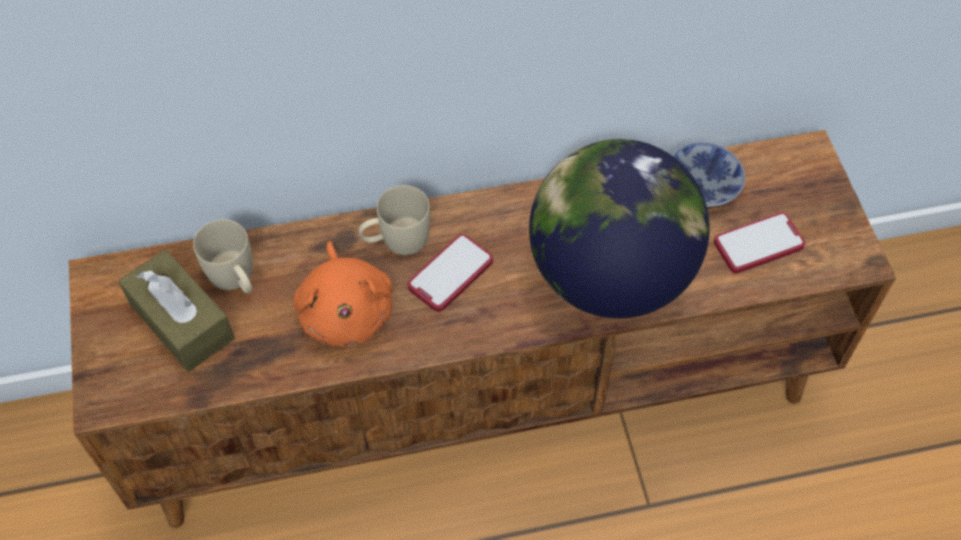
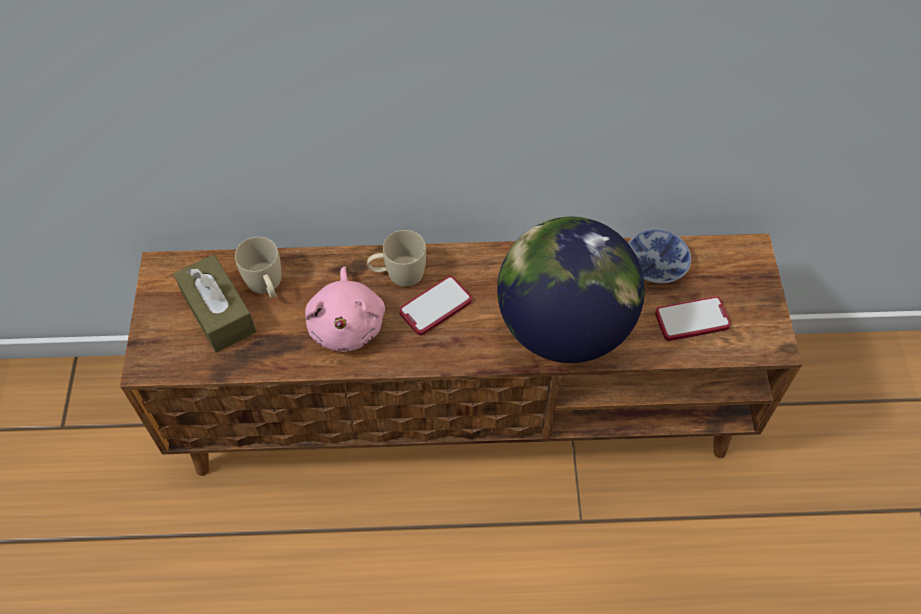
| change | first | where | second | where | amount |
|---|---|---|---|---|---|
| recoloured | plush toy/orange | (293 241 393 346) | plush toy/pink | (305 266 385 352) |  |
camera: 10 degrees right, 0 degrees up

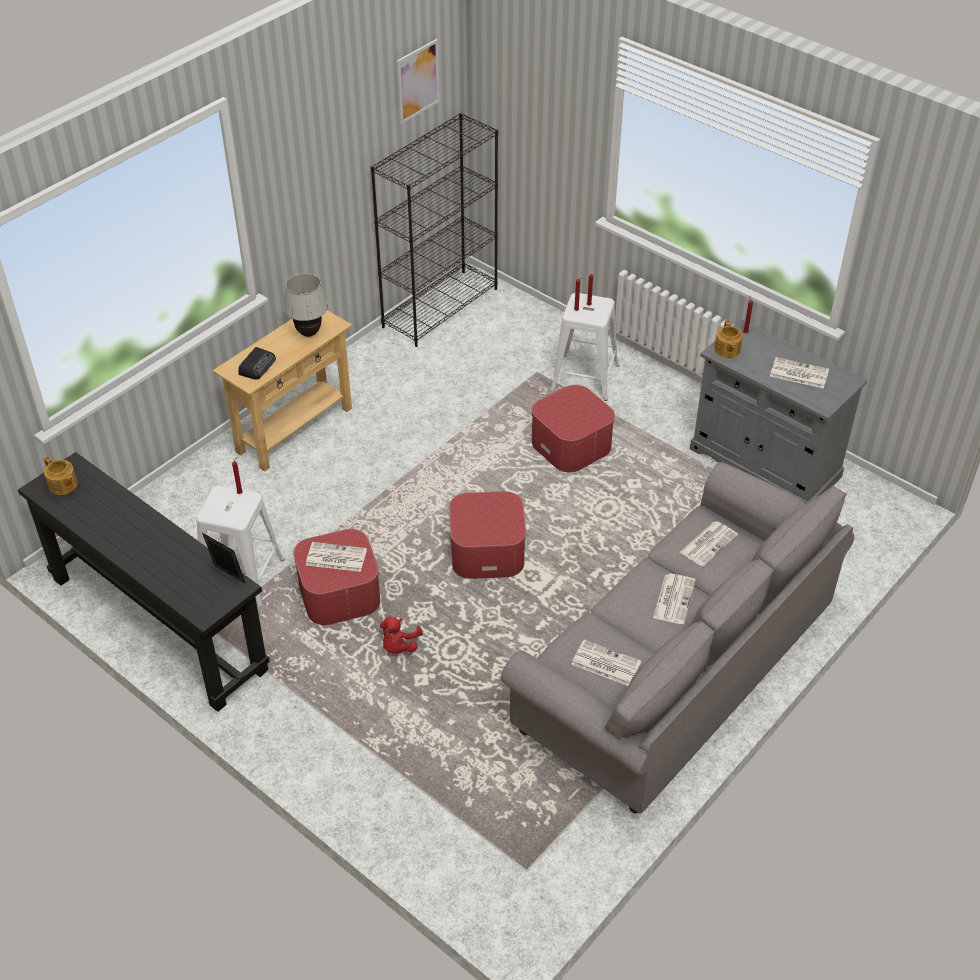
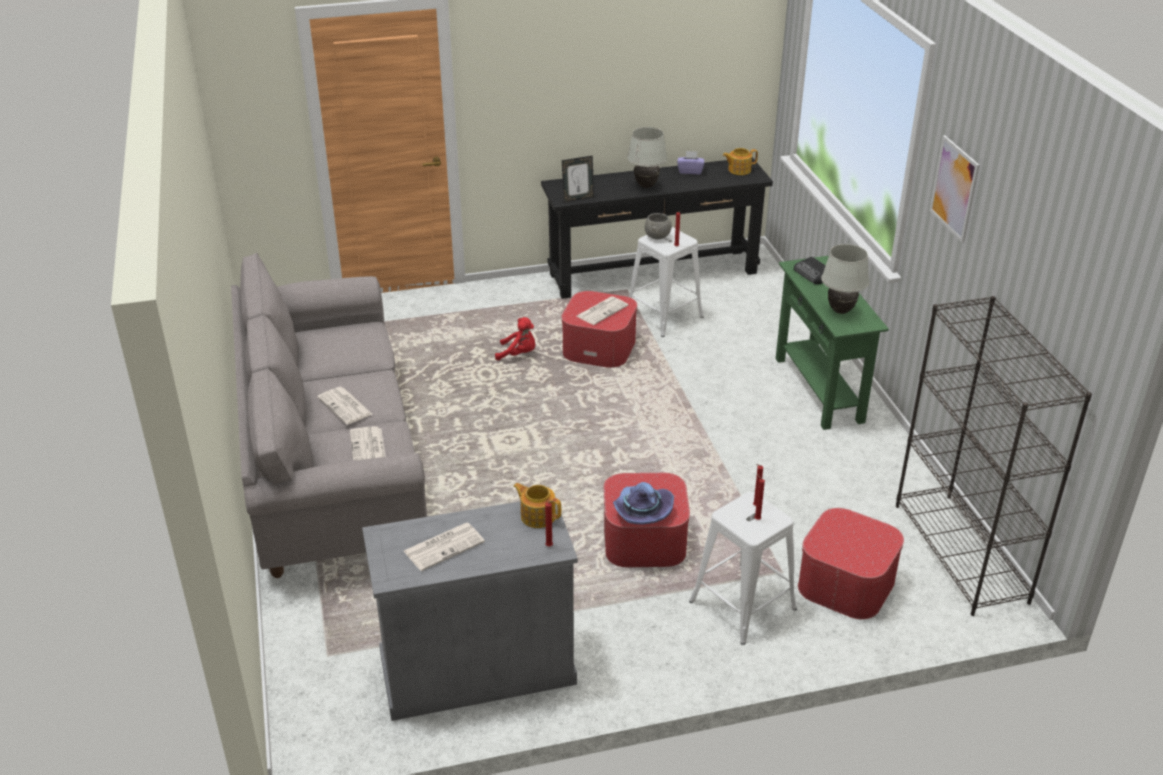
| change | first | where | second | where | amount |
|---|---|---|---|---|---|
| moved | picture | (397 39 440 124) |  | (929 135 980 243) |  |
| recoloured | console table/beige | (213 310 352 472) | console table/green | (776 256 889 430) |  |
| moved | ottoman | (449 491 526 579) |  | (798 508 904 619) |  |
| turned | plush toy/red | (380 617 423 654) |  | (495 317 535 360) | 135 degrees clockwise |
| removed | newspaper | (571 640 641 686) |  |  |  |
| added |  |  | table lamp/white | (627 127 667 188) |  |
| added |  |  | tissue box/purple | (677 151 704 174) |  |
| added |  |  | bowl/grey | (645 213 672 240) |  |
| added |  |  | hat/purple | (613 482 674 525) |  |
camera: 125 degrees right, 10 degrees down

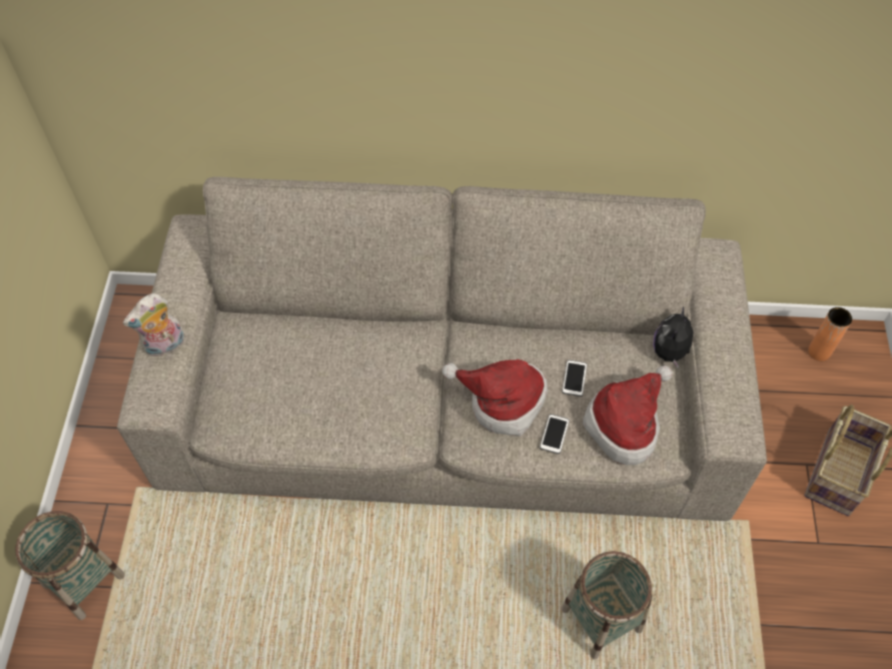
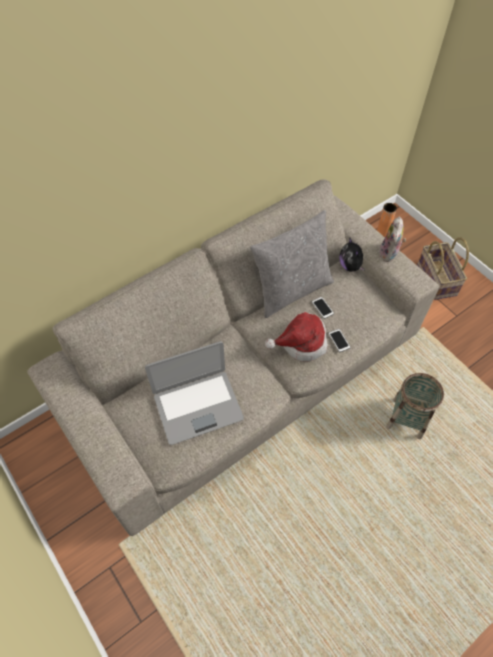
| change | first | where | second | where | amount |
|---|---|---|---|---|---|
| moved | plush toy | (123 293 184 358) |  | (379 217 406 262) |  |
| removed | hat | (583 365 672 465) |  |  |  |
| removed | basket | (15 511 125 620) |  |  |  |
| added |  |  | pillow/grey | (250 210 334 318) |  |
| added |  |  | laptop | (145 341 244 445) |  |
camera: 40 degrees left, 0 degrees up

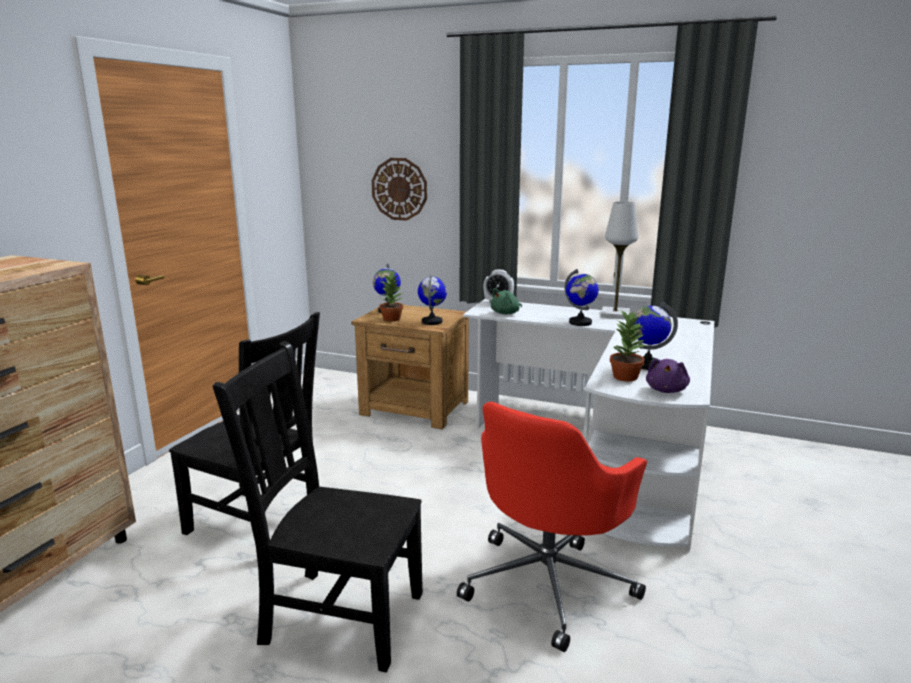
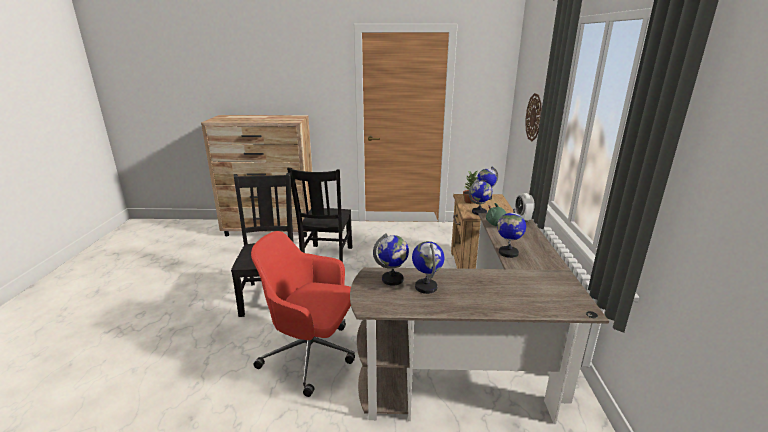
| change | first | where | second | where | amount |
|---|---|---|---|---|---|
| removed | table lamp/white | (601 202 638 319) |  |  |  |
| recoloured | desk/white | (463 299 714 552) | desk/brown | (350 213 609 424) |  |
| replaced | potted plant | (610 309 646 381) | globe | (373 234 409 286) |  |
| removed | plush toy/purple | (646 358 690 393) |  |  |  |
camera: 70 degrees right, 5 degrees up

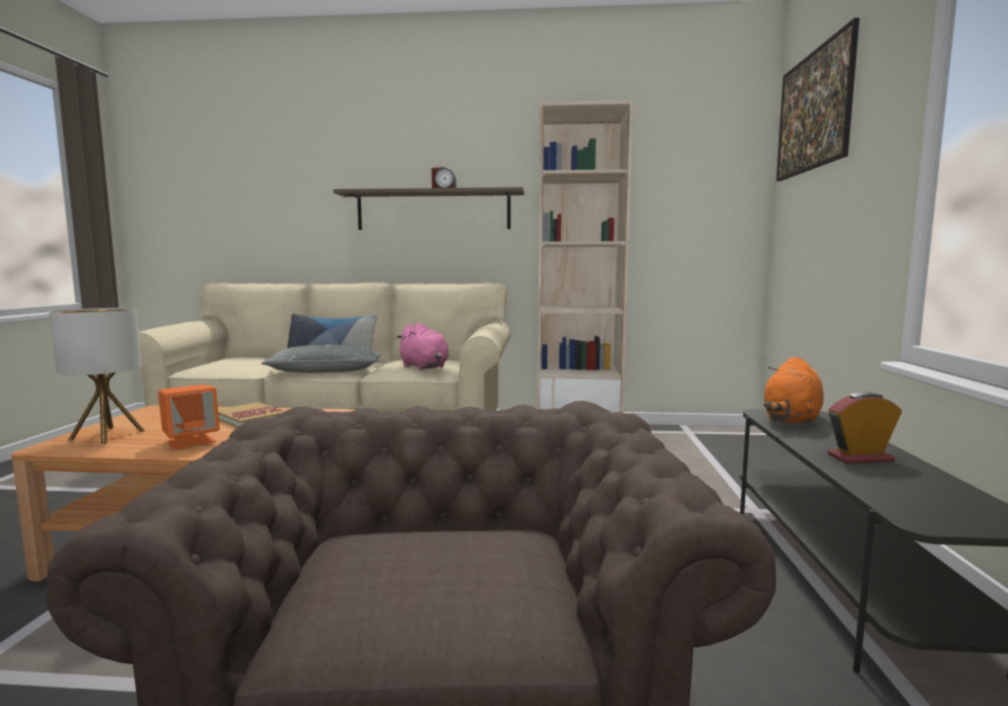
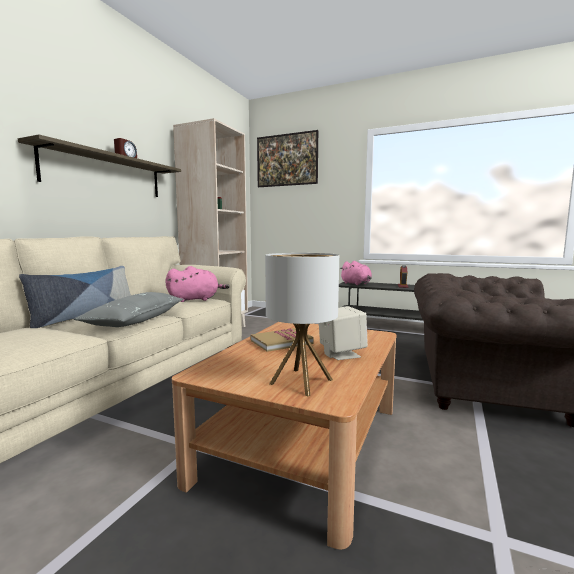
| change | first | where | second | where | amount |
|---|---|---|---|---|---|
| recoloured | plush toy/orange | (764 357 823 426) | plush toy/pink | (340 261 372 285) |  |
| recoloured | speaker/orange | (158 385 220 449) | speaker/beige | (319 306 368 360) |  |
camera: 70 degrees left, 0 degrees up

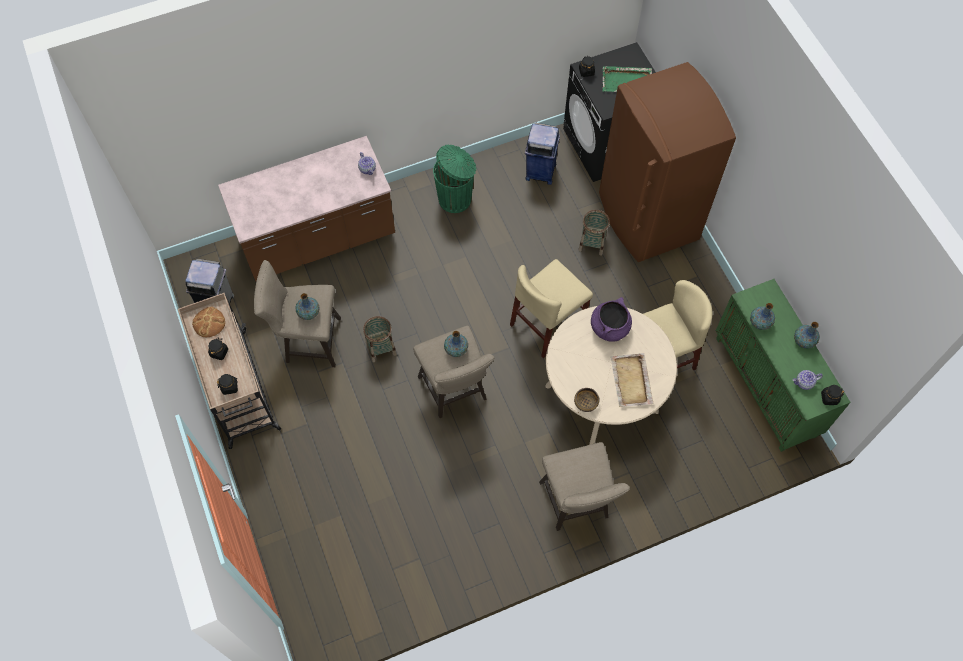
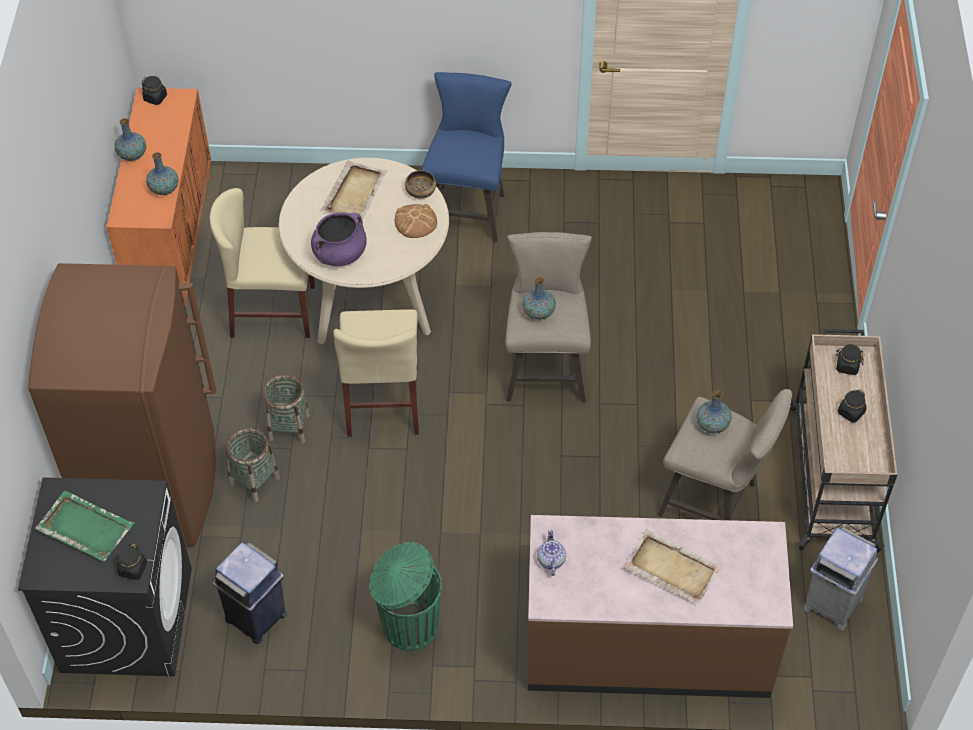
| change | first | where | second | where | amount |
|---|---|---|---|---|---|
| turned | chair/beige | (510 259 593 358) |  | (333 309 419 437) | 105 degrees clockwise |
| recoloured | cabinet/green | (716 279 851 452) | cabinet/orange | (107 88 211 307) |  |
| moved | bread | (192 307 225 337) |  | (395 204 437 238) |  |
| moved | basket | (363 316 397 362) |  | (263 374 310 444) |  |
| removed | teapot | (793 370 823 390) |  |  |  |
| recoloured | stool/beige | (539 442 630 531) | stool/blue | (421 72 512 242) |  |
| added |  |  | tray/beige | (623 529 722 604) |  |
camera: 155 degrees left, 10 degrees down

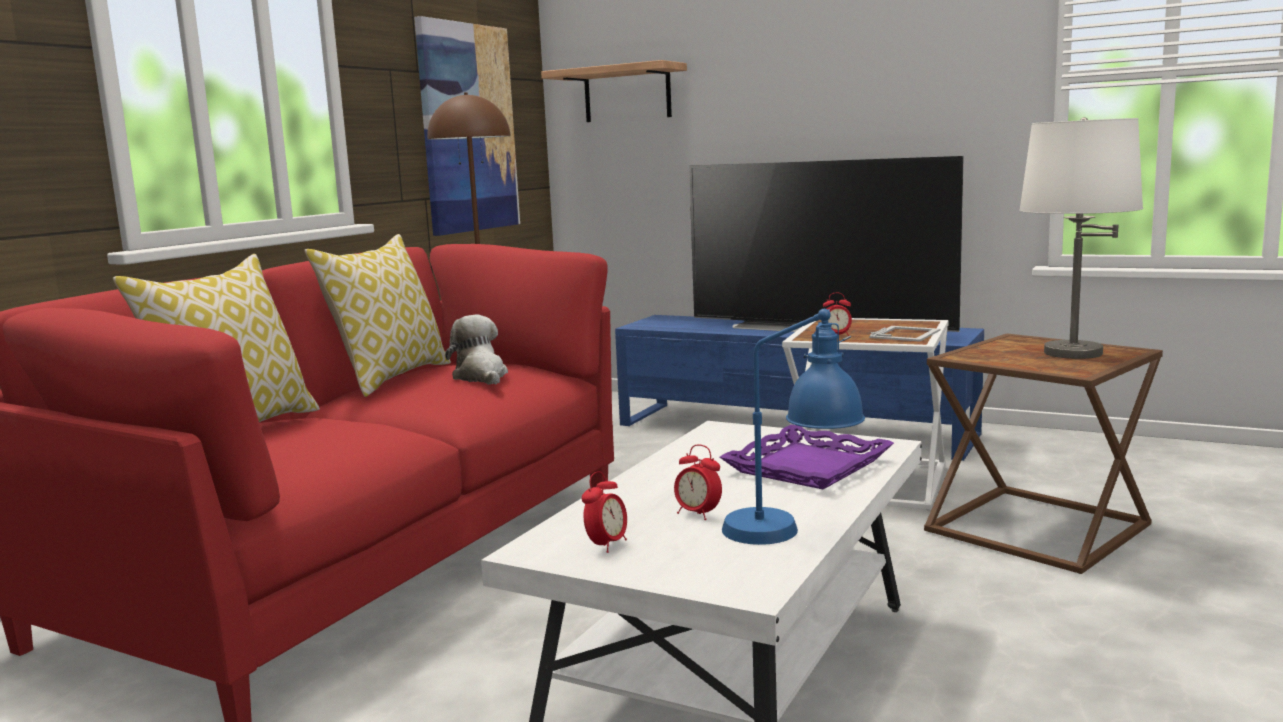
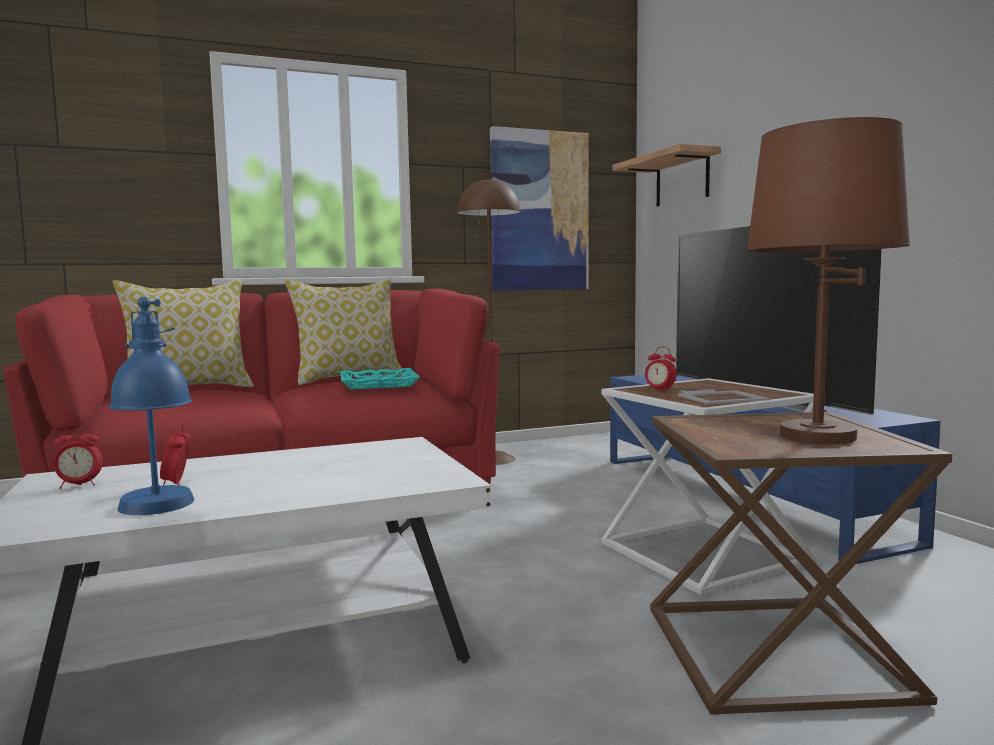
| change | first | where | second | where | amount |
|---|---|---|---|---|---|
| recoloured | table lamp/white | (1019 117 1143 359) | table lamp/brown | (747 117 910 444) |  |
| replaced | plush toy | (445 315 508 385) | tray/turquoise | (340 368 420 389) |  |
| removed | tray/purple | (720 424 894 489) |  |  |  |
camera: 40 degrees right, 5 degrees down

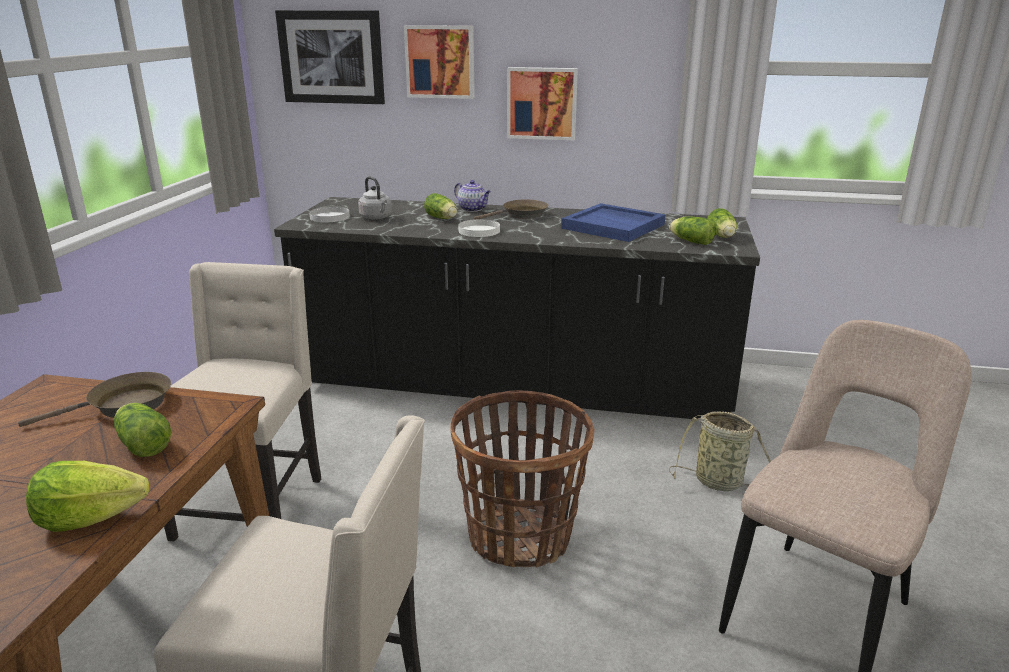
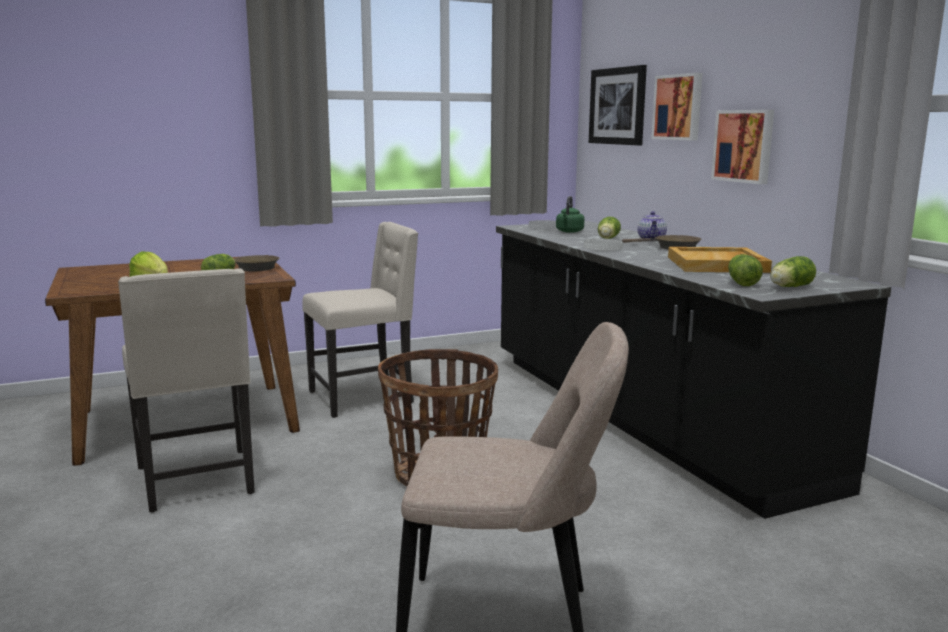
| change | first | where | second | where | amount |
|---|---|---|---|---|---|
| recoloured | kettle/grey | (358 176 392 220) | kettle/green | (556 196 585 233) |  |
| recoloured | tray/blue | (561 203 666 242) | tray/beige | (668 247 772 273) |  |
| removed | basket | (669 411 771 491) |  |  |  |
camera: 55 degrees right, 10 degrees down

